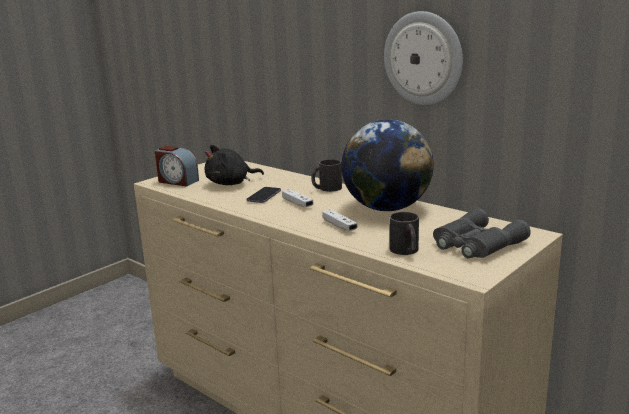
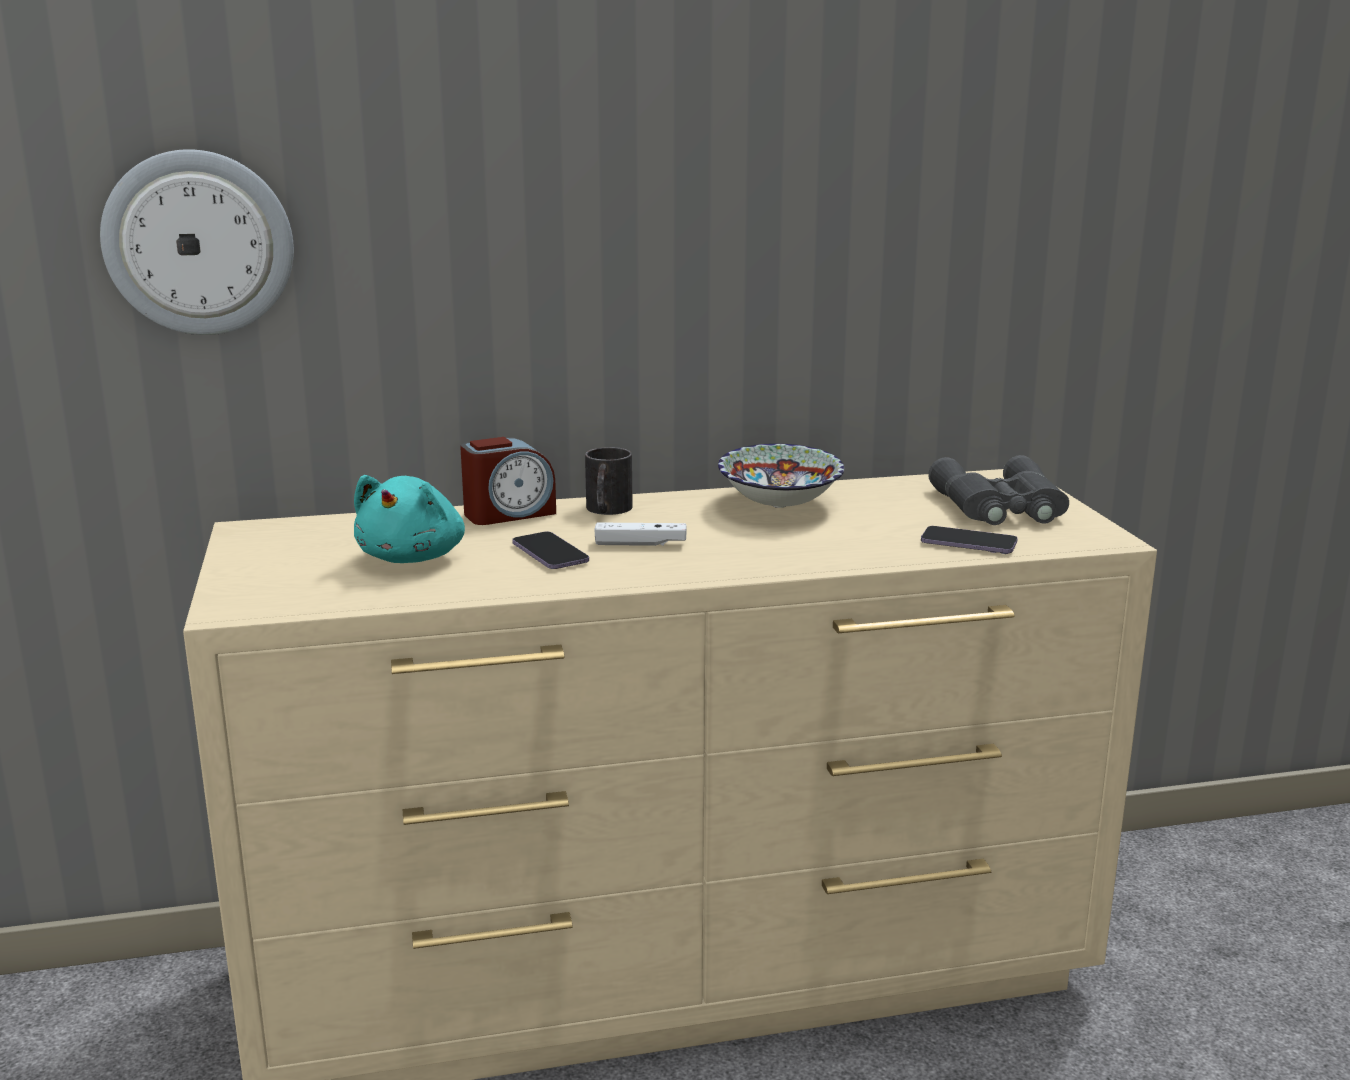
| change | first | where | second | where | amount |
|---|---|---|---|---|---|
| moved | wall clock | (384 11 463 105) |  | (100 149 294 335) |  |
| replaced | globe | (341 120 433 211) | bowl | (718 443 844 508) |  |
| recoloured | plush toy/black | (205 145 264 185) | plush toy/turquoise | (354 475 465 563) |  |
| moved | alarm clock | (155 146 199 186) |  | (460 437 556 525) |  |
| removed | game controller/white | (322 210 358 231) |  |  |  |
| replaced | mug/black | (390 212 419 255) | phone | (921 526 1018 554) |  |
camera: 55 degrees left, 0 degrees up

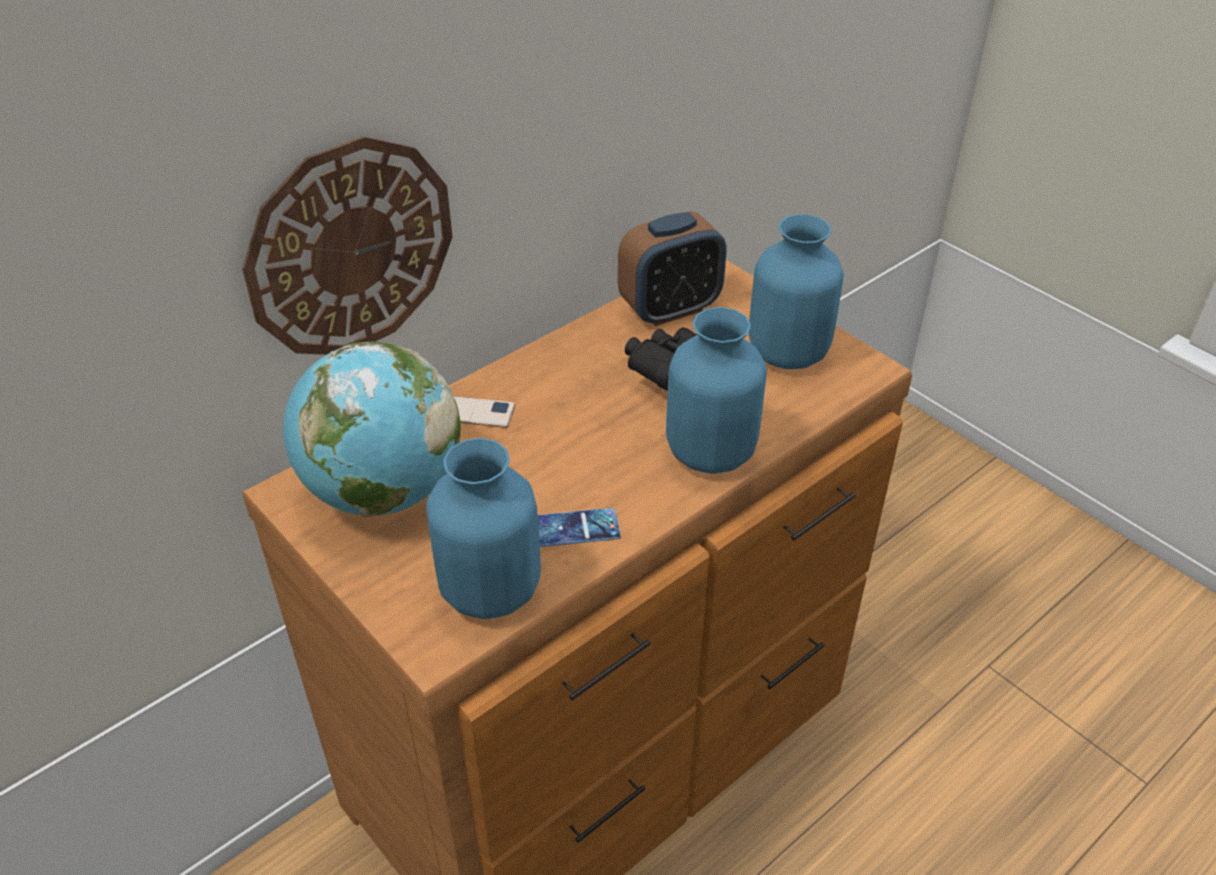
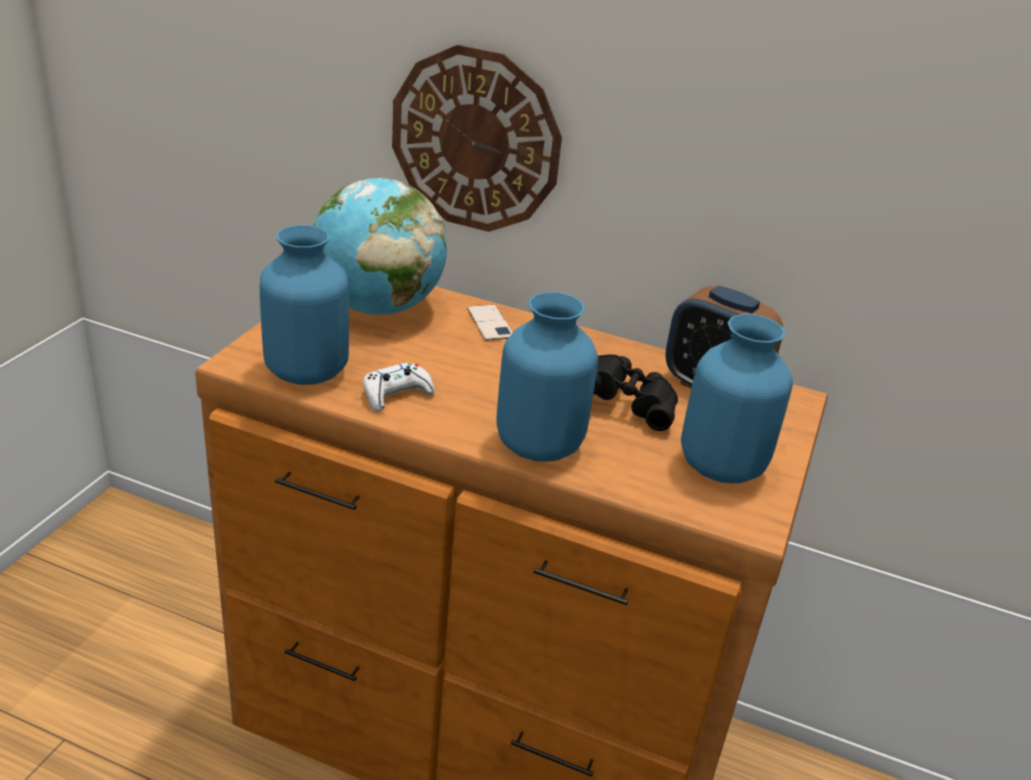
| change | first | where | second | where | amount |
|---|---|---|---|---|---|
| replaced | phone | (538 508 621 547) | game controller/white | (363 362 435 412) |  |
camera: 60 degrees right, 10 degrees down

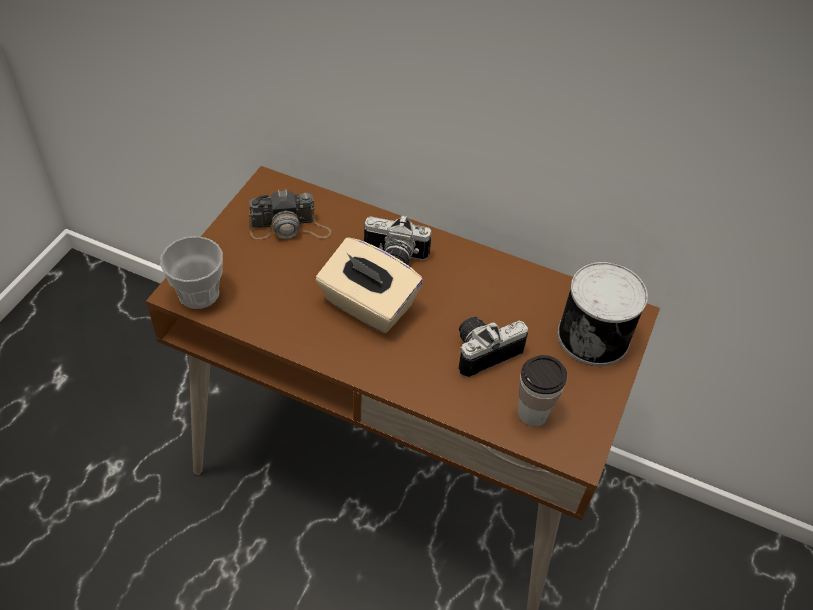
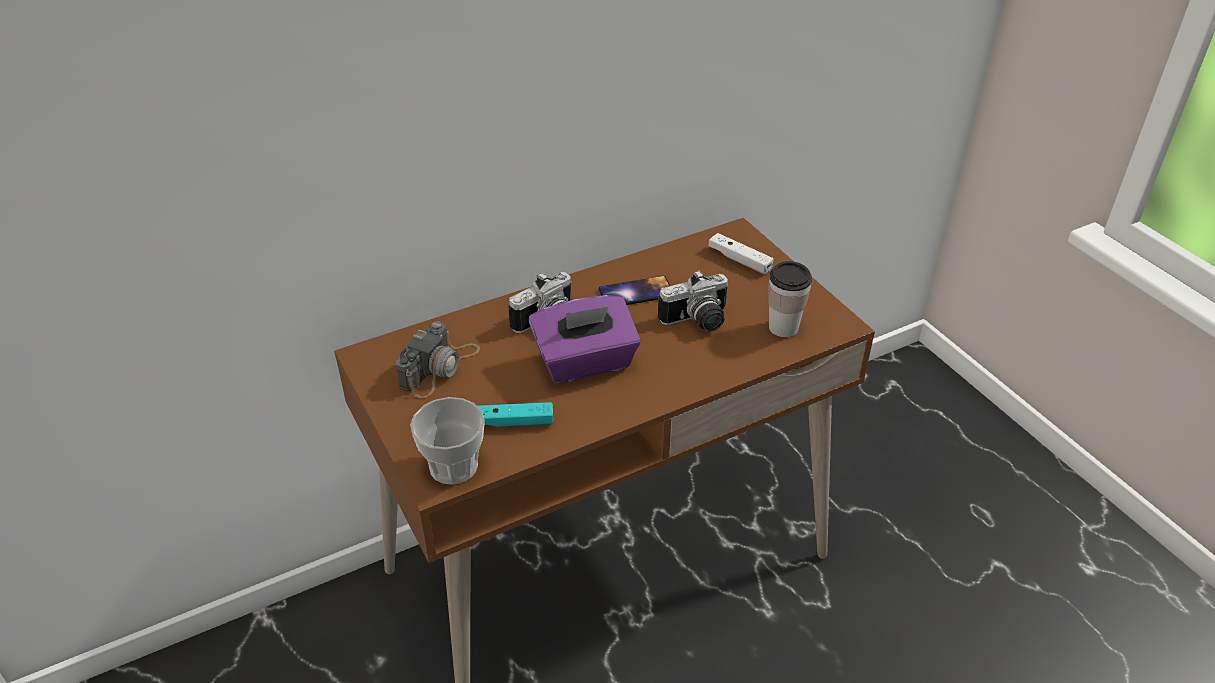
| change | first | where | second | where | amount |
|---|---|---|---|---|---|
| recoloured | tissue box/beige | (316 237 423 333) | tissue box/purple | (529 295 641 384) |  |
| replaced | can | (558 262 648 366) | game controller/white | (708 233 774 274) |  |
| turned | photo camera | (458 317 528 377) |  | (658 270 728 332) | 120 degrees counterclockwise |
| added |  |  | phone | (599 276 670 305) |  |
| added |  |  | game controller/turquoise | (478 402 553 427) |  |
camera: 50 degrees left, 10 degrees down

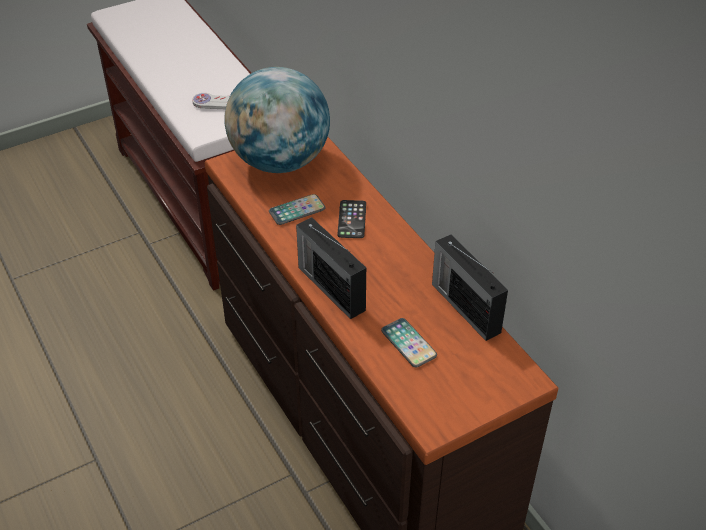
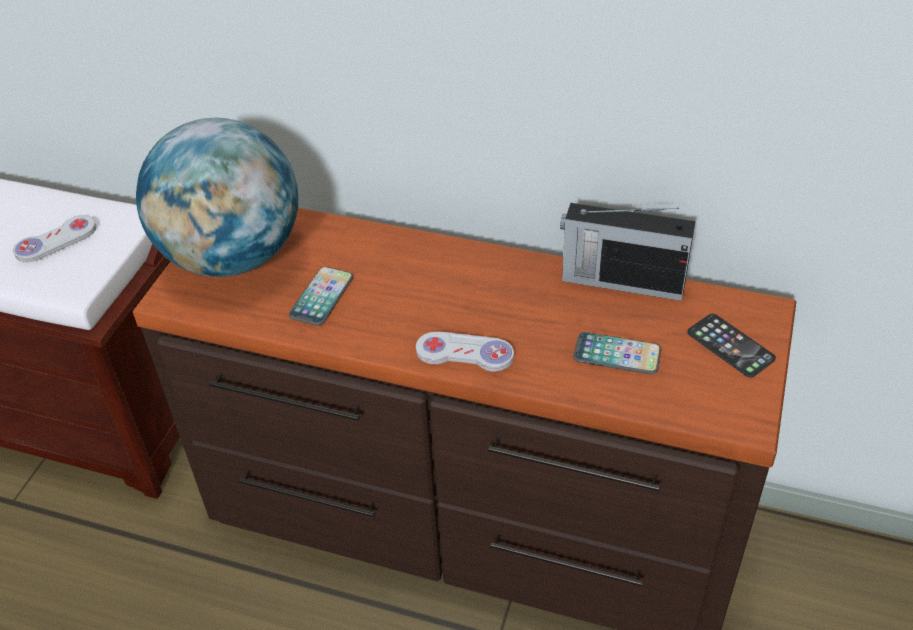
| change | first | where | second | where | amount |
|---|---|---|---|---|---|
| moved | phone | (337 200 366 238) |  | (687 314 776 378) |  |
| replaced | radio | (296 217 366 319) | game controller/white | (416 331 514 372) |  |
camera: 40 degrees left, 0 degrees up

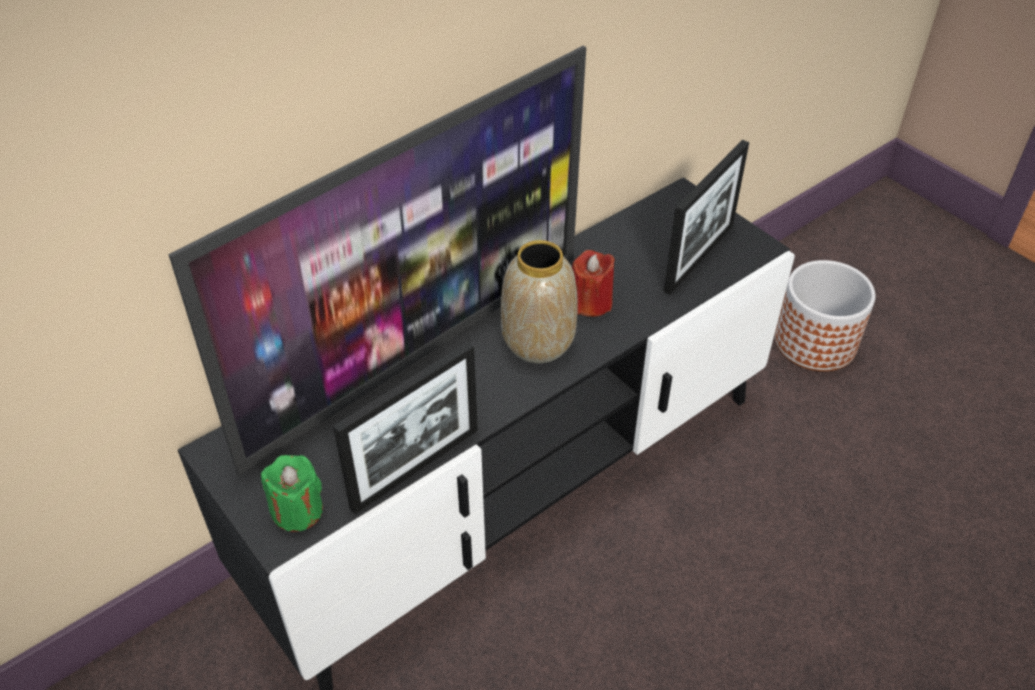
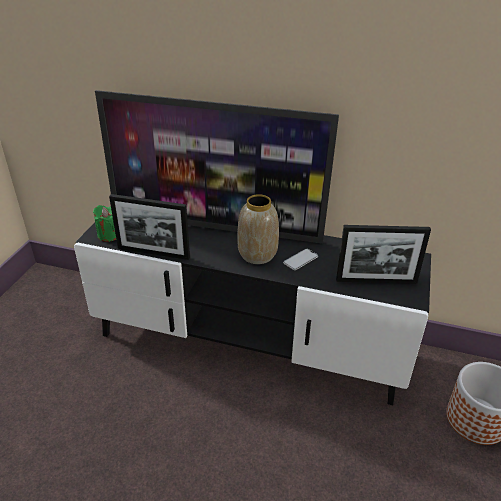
| change | first | where | second | where | amount |
|---|---|---|---|---|---|
| replaced | candle/red | (572 250 615 317) | phone | (283 248 318 270) |  |
camera: 55 degrees right, 10 degrees down

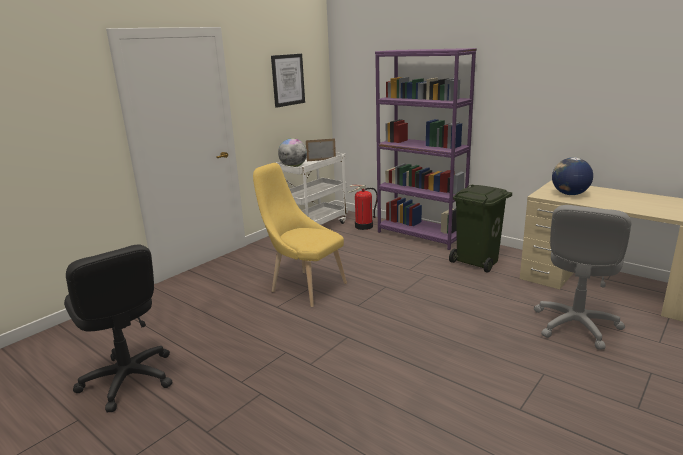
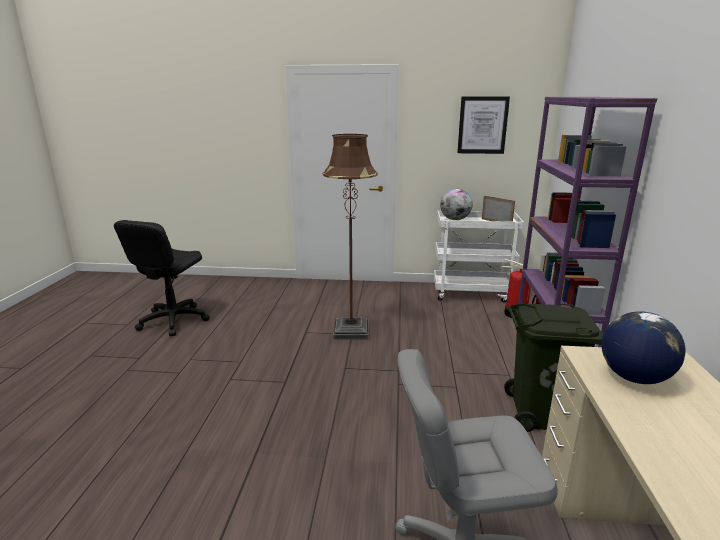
| change | first | where | second | where | amount |
|---|---|---|---|---|---|
| replaced | chair/yellow | (253 163 347 307) | floor lamp/brown | (323 134 378 340) |  |
camera: 55 degrees right, 0 degrees up

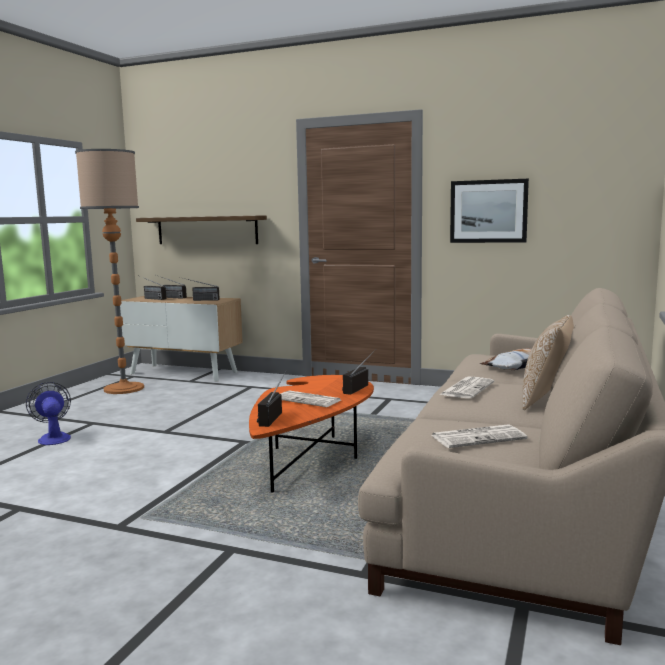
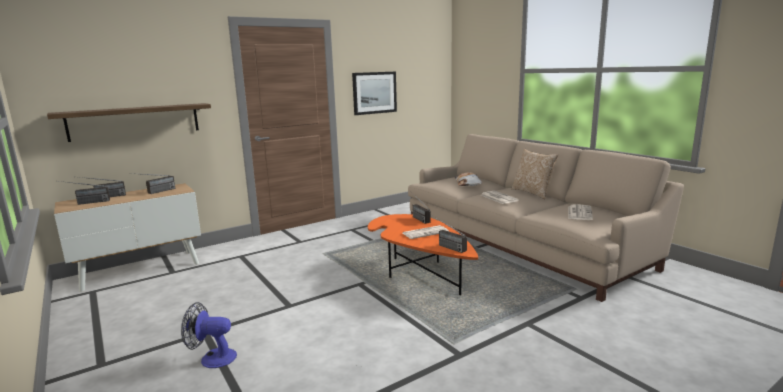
| change | first | where | second | where | amount |
|---|---|---|---|---|---|
| removed | floor lamp | (75 149 144 394) |  |  |  |
camera: 55 degrees left, 5 degrees up

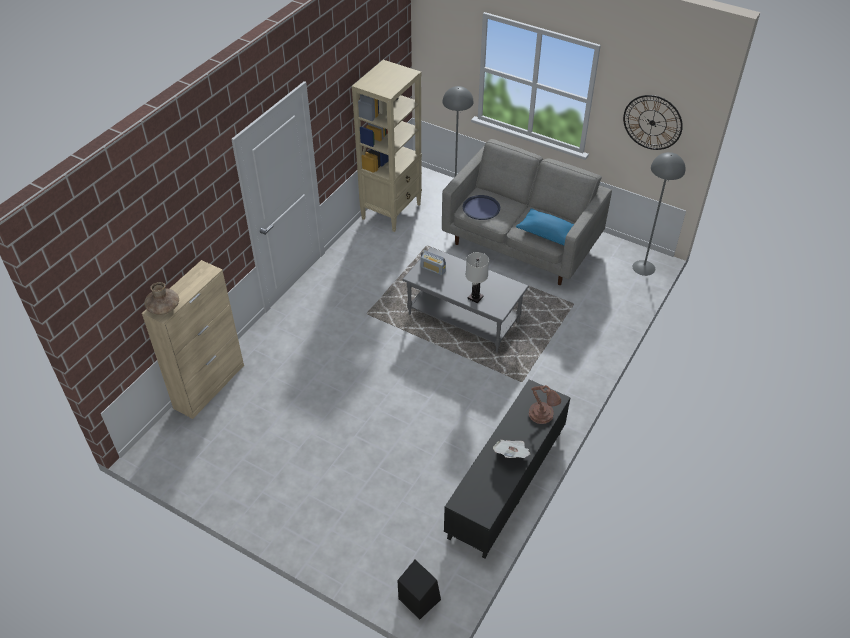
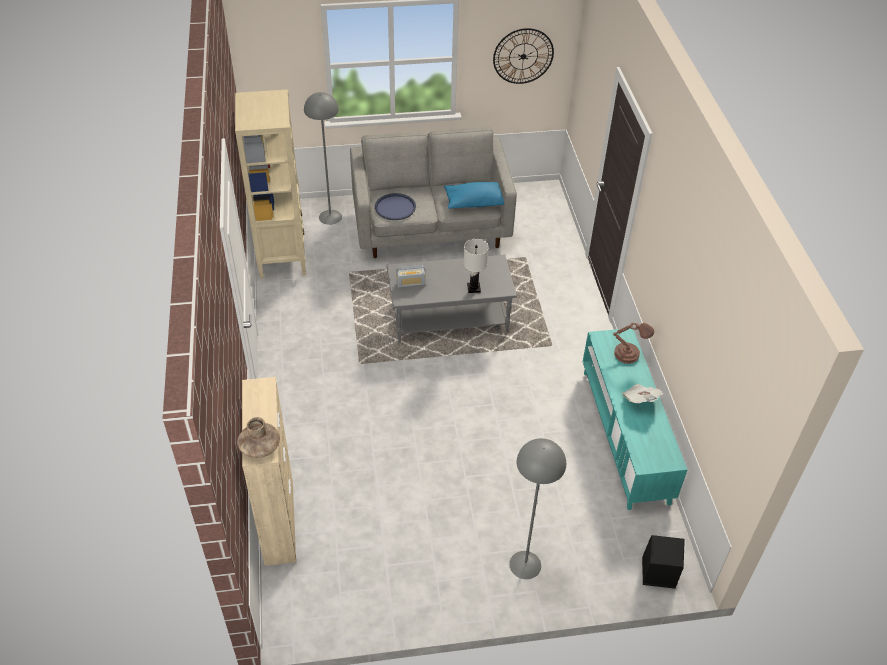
| change | first | where | second | where | amount |
|---|---|---|---|---|---|
| moved | floor lamp/grey | (633 152 685 276) |  | (509 438 566 579) |  |
| recoloured | tv stand/black | (444 379 571 559) | tv stand/turquoise | (583 328 688 510) |  |
camera: 40 degrees left, 0 degrees up

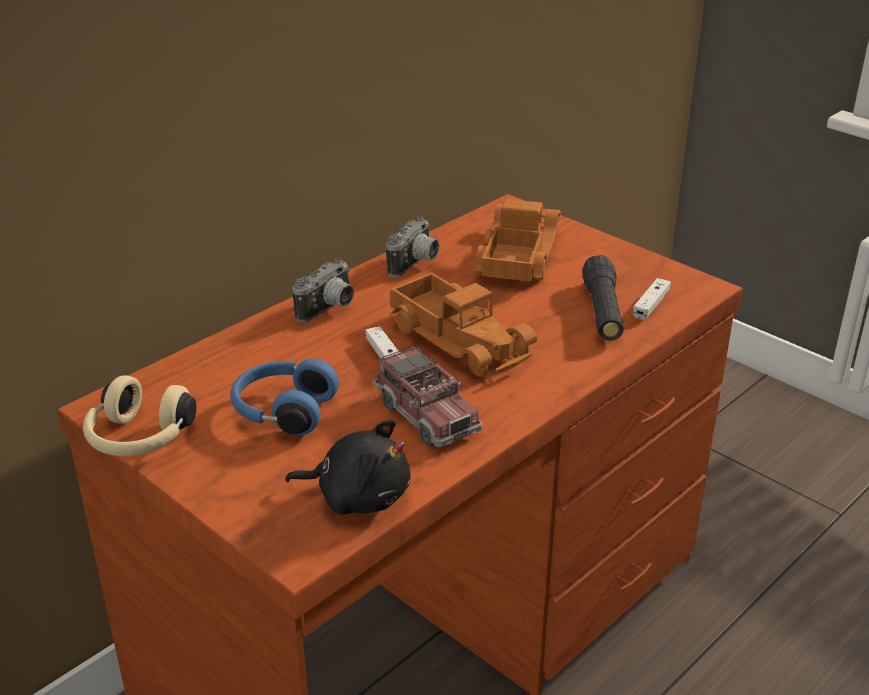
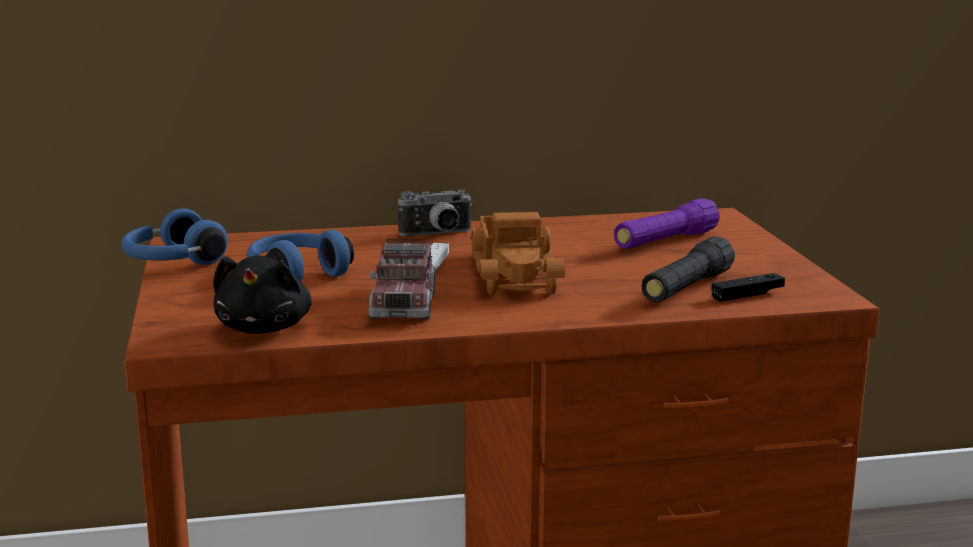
| change | first | where | second | where | amount |
|---|---|---|---|---|---|
| replaced | toy truck | (474 199 561 282) | flashlight/purple | (614 199 720 249) |  |
| removed | photo camera | (386 216 439 277) |  |  |  |
| recoloured | game controller/white | (633 278 671 320) | game controller/black | (711 273 785 302) |  |
| recoloured | headphones/beige | (83 375 197 456) | headphones/blue | (121 208 228 265) |  |
| turned | plush toy/black | (285 420 411 515) |  | (213 255 312 334) | 45 degrees clockwise |
camera: 35 degrees right, 15 degrees down

